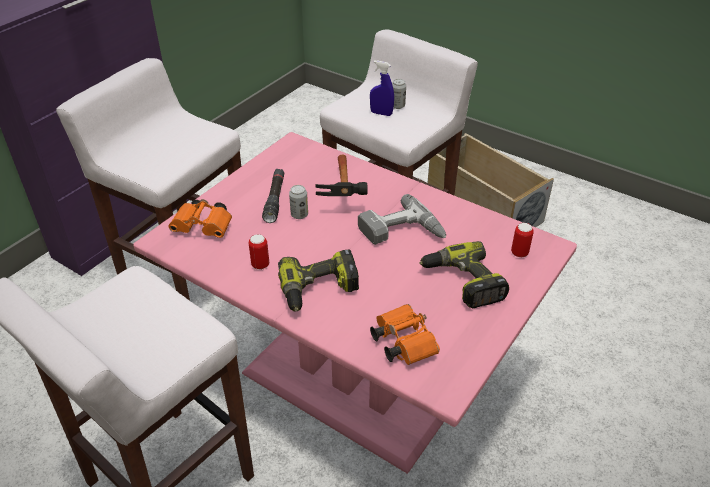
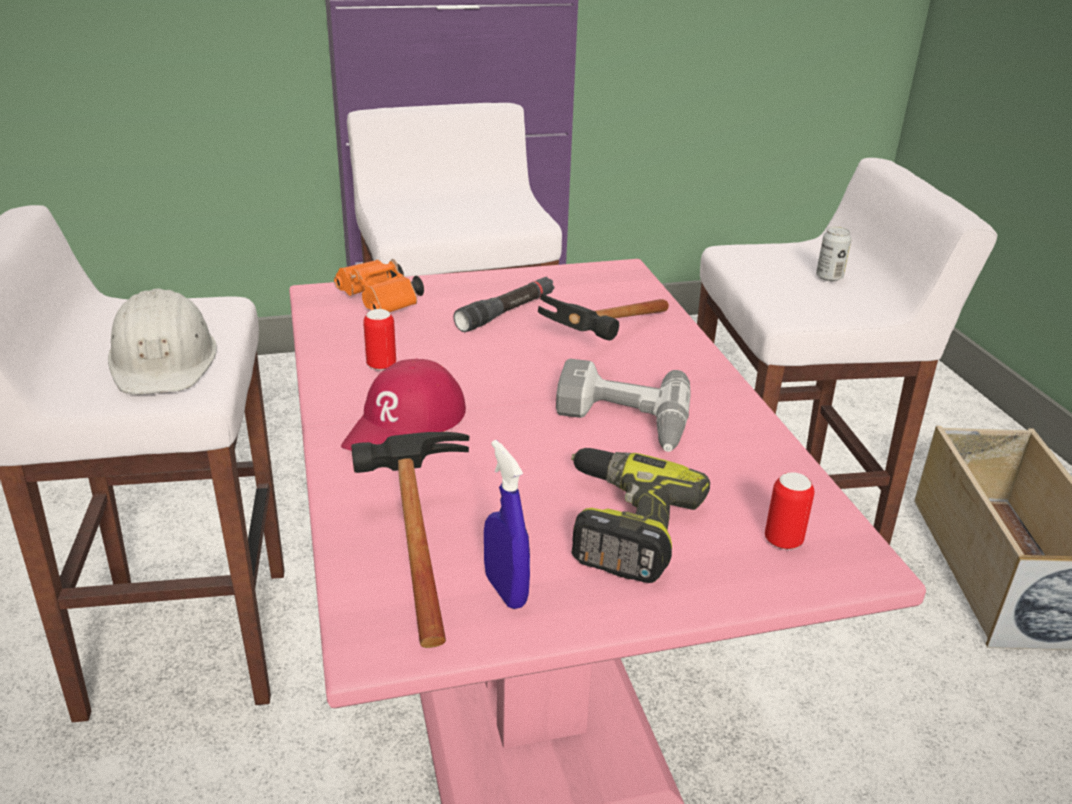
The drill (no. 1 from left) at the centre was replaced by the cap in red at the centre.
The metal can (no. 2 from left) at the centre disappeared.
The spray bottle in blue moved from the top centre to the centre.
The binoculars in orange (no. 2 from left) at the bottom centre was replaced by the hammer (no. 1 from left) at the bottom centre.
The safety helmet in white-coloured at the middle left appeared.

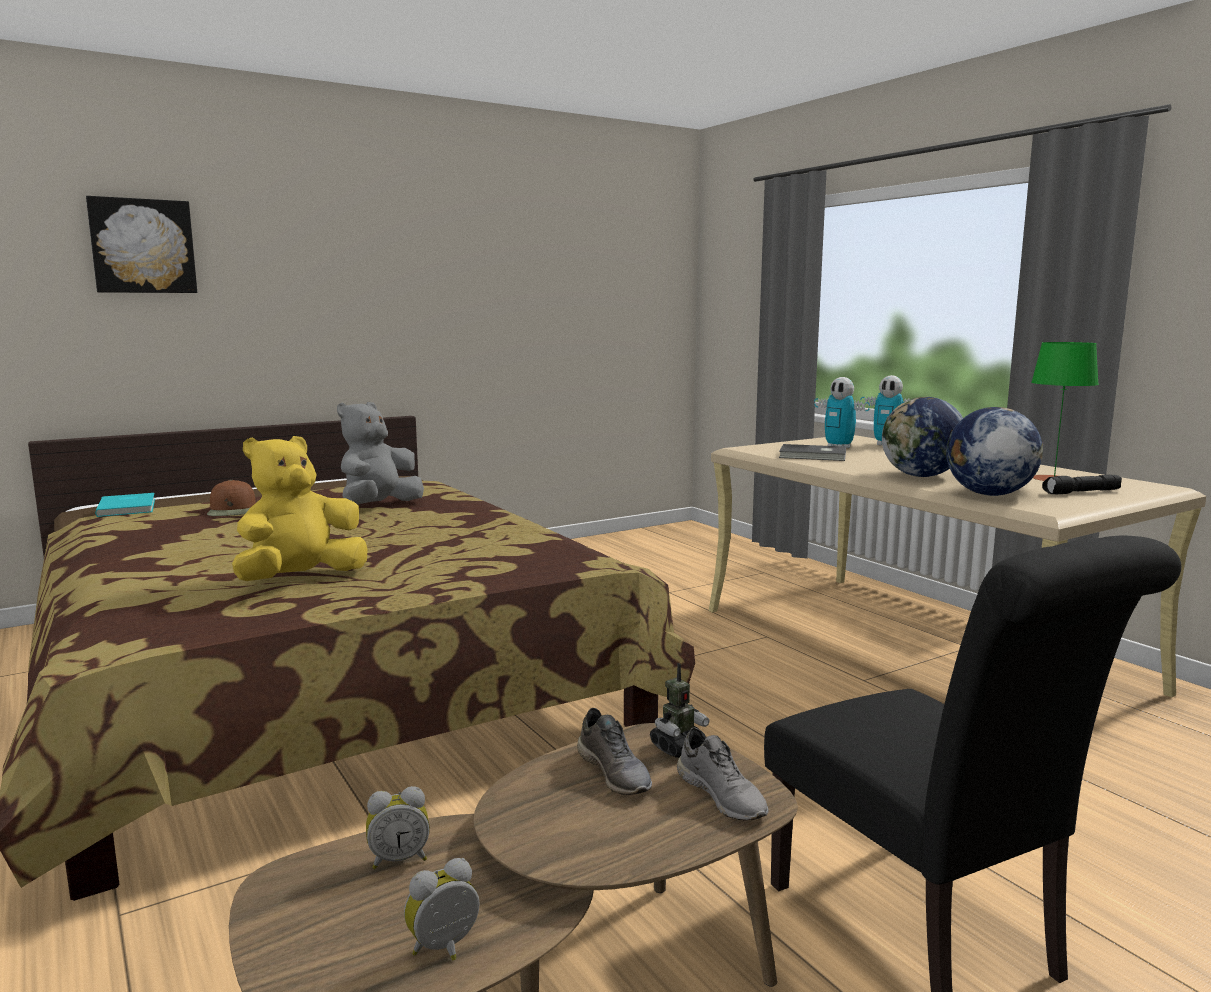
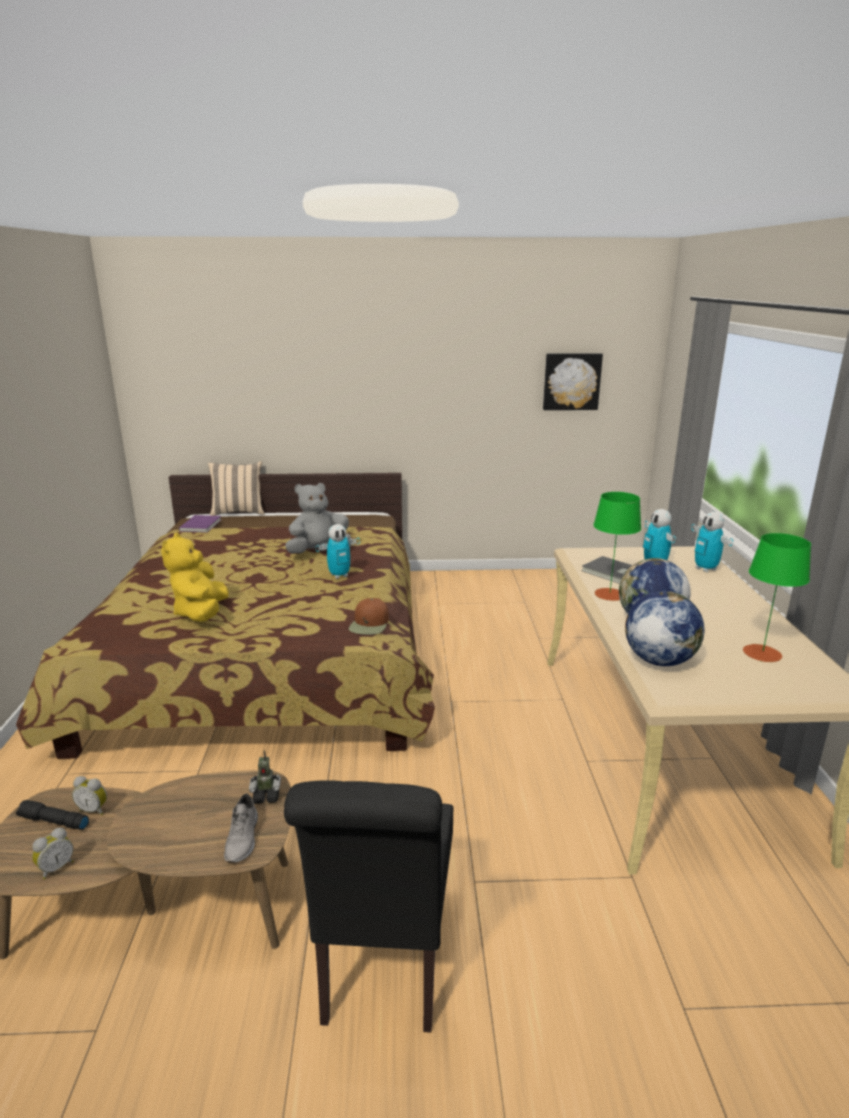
The picture moved from the top left to the middle right.
The bound book in turquoise-coloured at the middle left became the bound book in purple at the middle left.
The cap in brownish moved from the middle left to the centre.
The plush toy in yellow at the middle left turned 75 degrees counterclockwise.
The bedside clock (no. 2 from left in the first image) at the bottom centre turned 135 degrees clockwise.
The item of footwear in greyish (no. 1 from left) at the bottom centre disappeared.
The flashlight in blackish moved from the middle right to the bottom left.
The throw pillow in beige-coloured at the middle left appeared.
The robot figure (no. 2 from left) at the centre appeared.
The lamp for a table in green-coloured (no. 1 from left) at the middle right appeared.

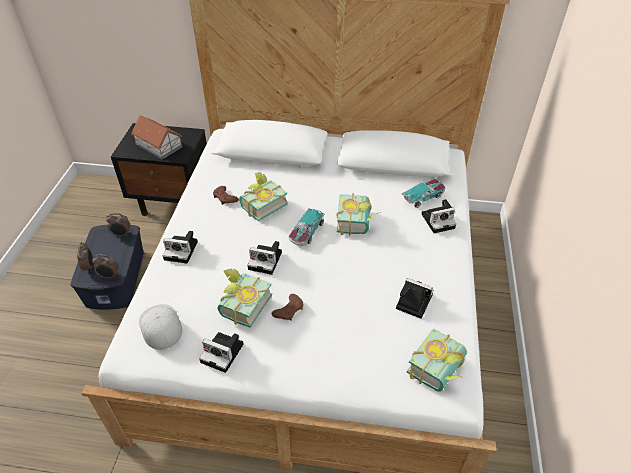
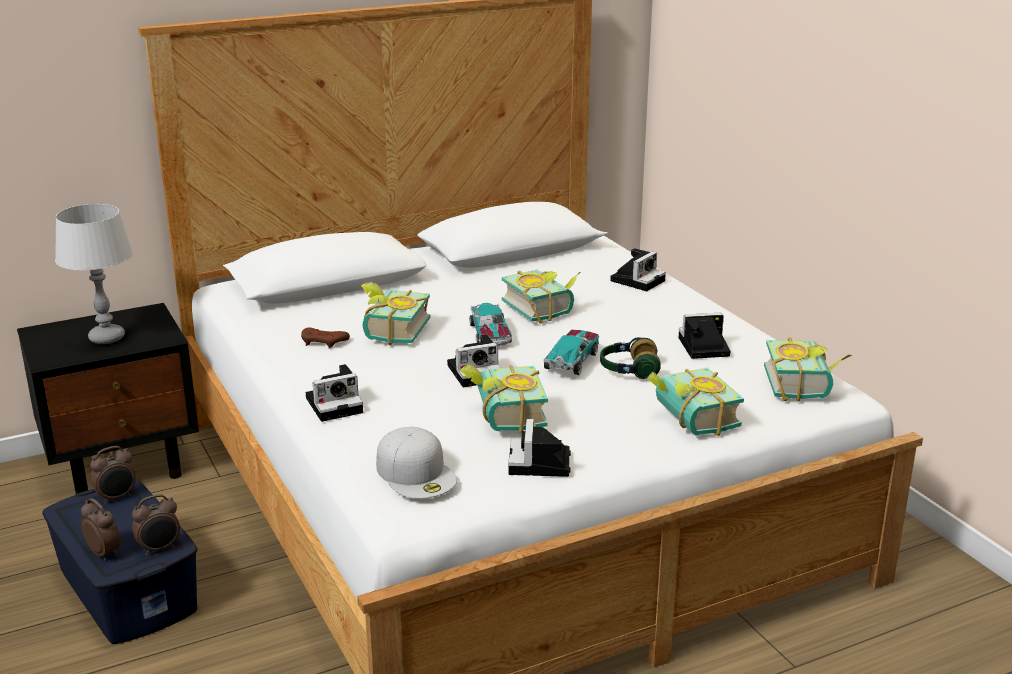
The miniature house at the top left was replaced by the lamp for a table in greyish at the middle left.
The cap in white-coloured at the bottom left turned 150 degrees counterclockwise.
The photo camera (no. 2 from left in the first image) at the bottom centre turned 105 degrees clockwise.
The game controller in brownish (no. 2 from left) at the centre disappeared.
The model car (no. 2 from left) moved from the middle right to the centre.
The headset at the centre appeared.
The bound book (no. 4 from left) at the middle right appeared.

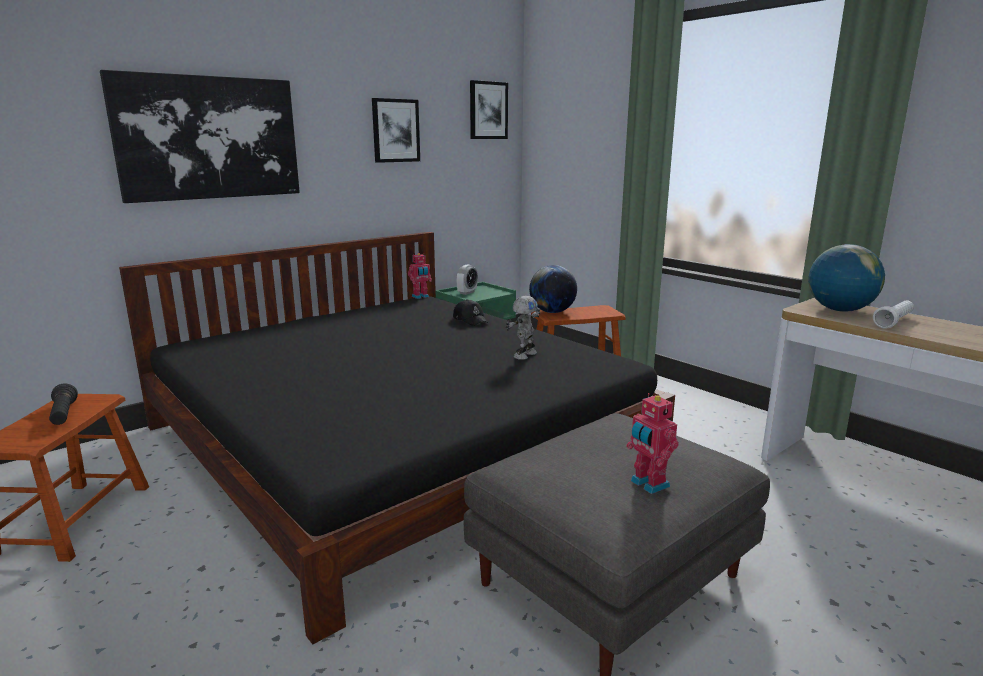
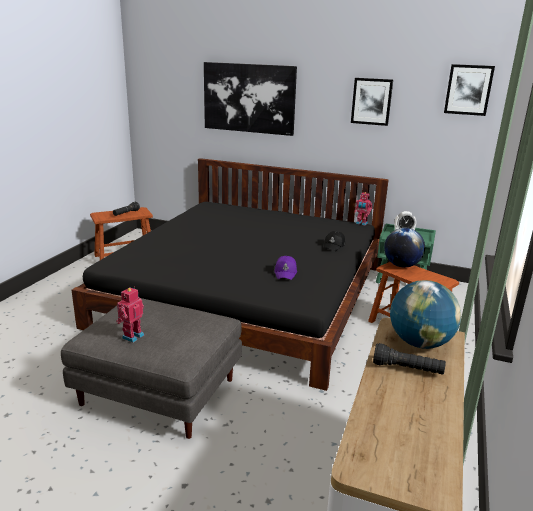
The robot figure (no. 2 from left) at the centre was replaced by the cap in purple at the centre.
The flashlight in white-coloured at the middle right became the flashlight in blackish (no. 2 from left) at the bottom right.

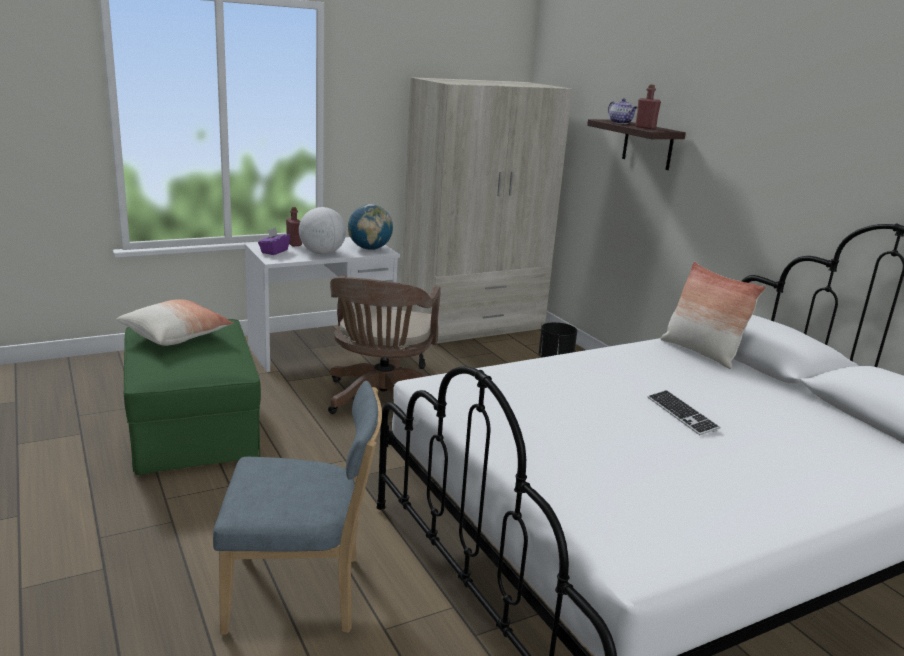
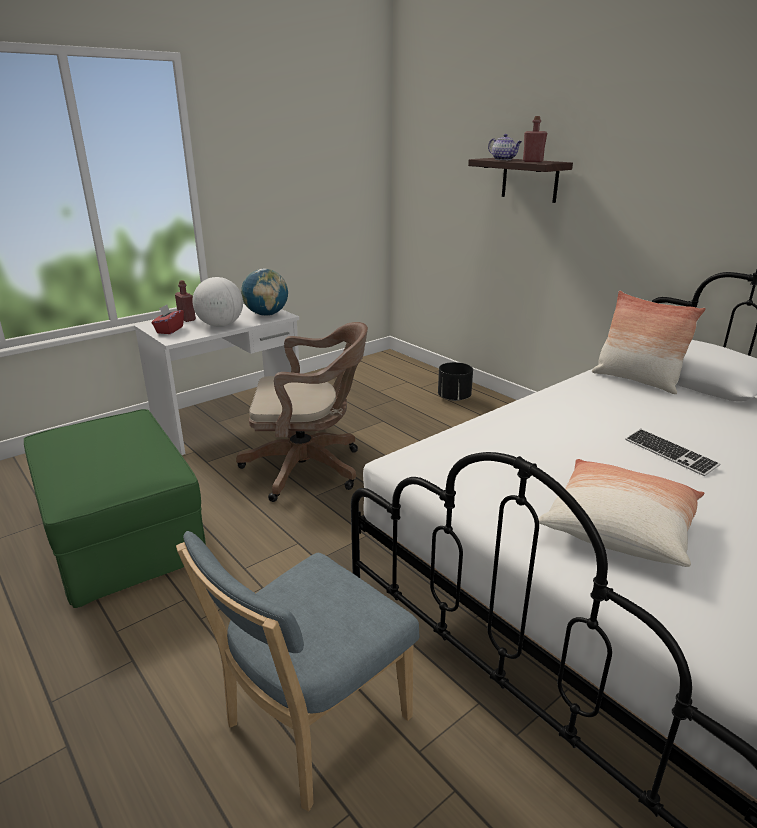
The throw pillow (no. 1 from left) moved from the middle left to the middle right.
The upright chair in blue at the bottom left turned 150 degrees clockwise.
The tissue box in purple at the middle left became the tissue box in red at the middle left.
The computer chair in brownish at the centre turned 90 degrees counterclockwise.
The armoire in beige-coloured at the top centre disappeared.

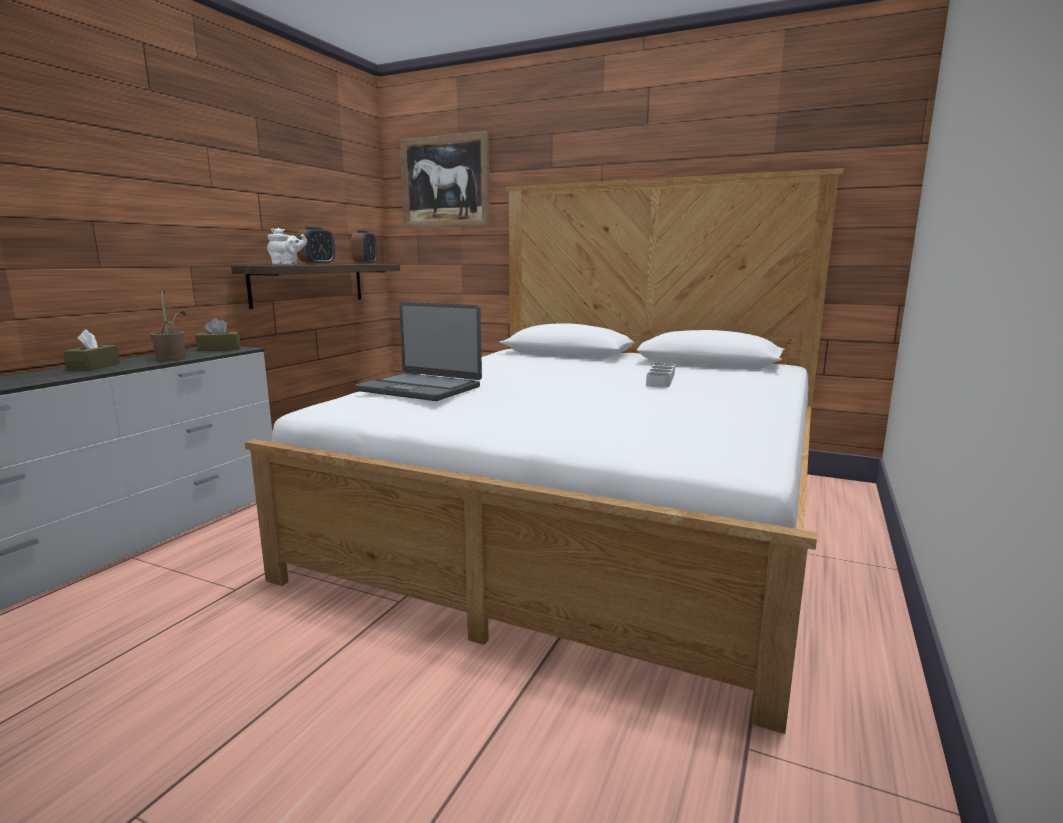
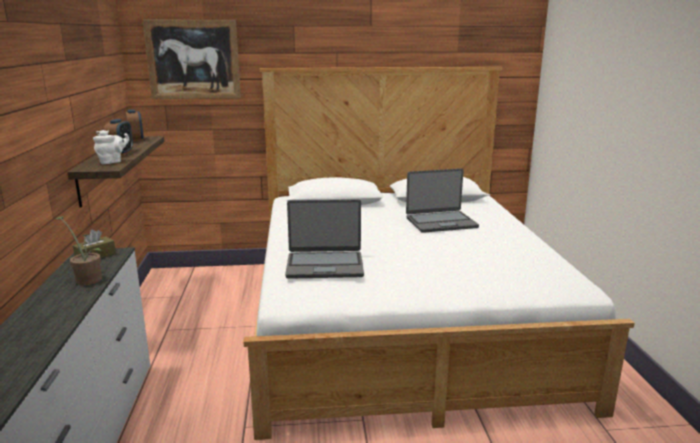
The tissue box in brownish (no. 1 from left) at the middle left disappeared.
The serving tray in greyish at the centre was replaced by the notebook computer (no. 2 from left) at the centre.

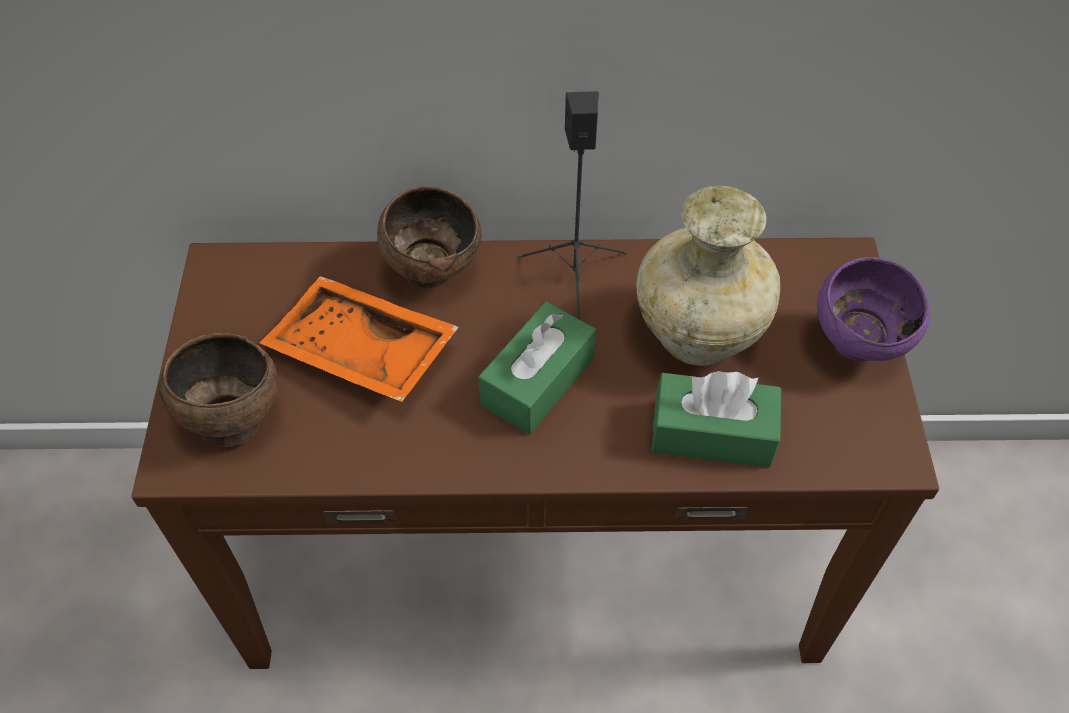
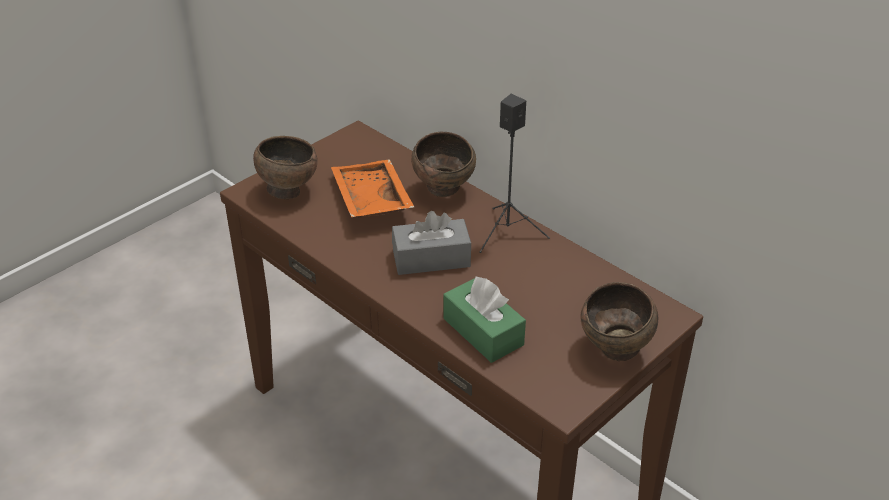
The tissue box in green-coloured (no. 1 from left) at the centre became the tissue box in greyish at the centre.
The decorative vase in beige-coloured at the centre disappeared.
The bowl in purple at the middle right became the bowl in brownish (no. 3 from left) at the middle right.

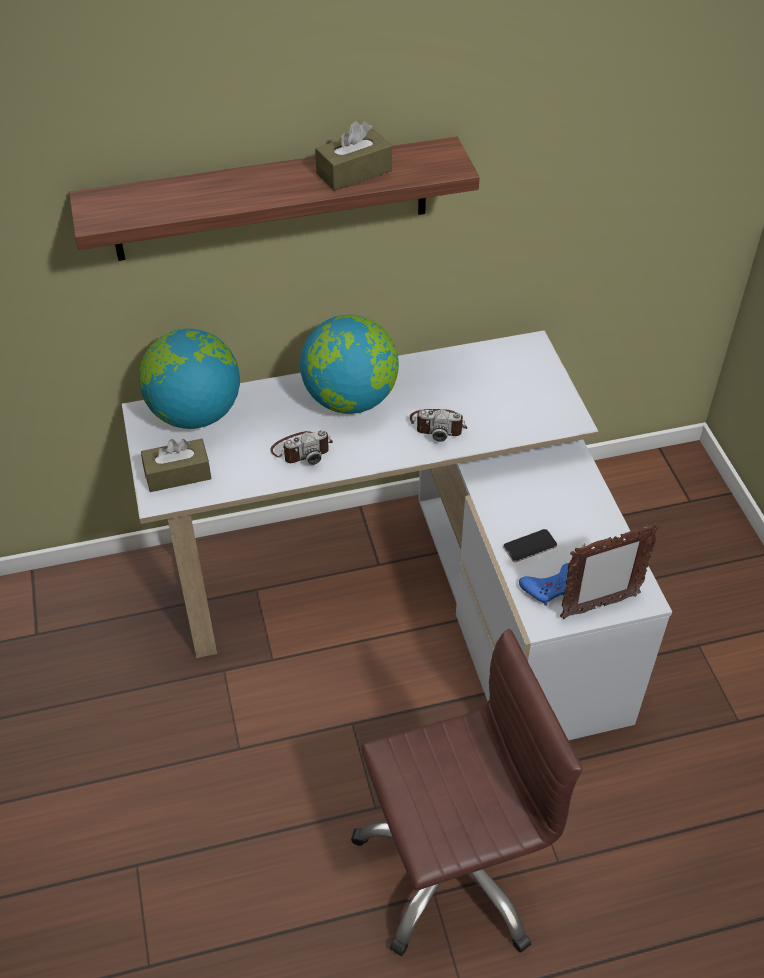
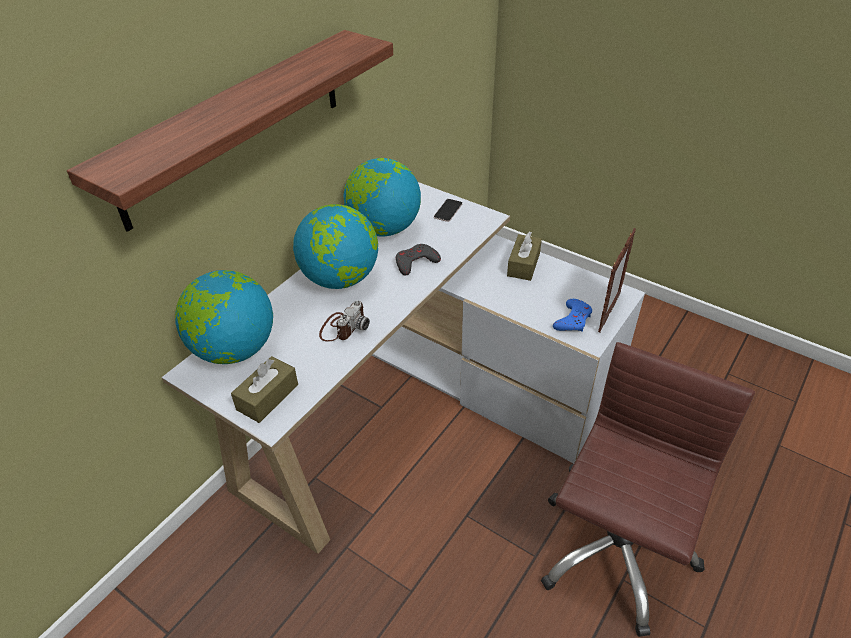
The tissue box in brownish (no. 2 from left) moved from the top centre to the centre.
The photo camera (no. 2 from left) at the centre was replaced by the game controller in greyish at the centre.
The phone moved from the middle right to the top centre.
The desk globe (no. 3 from left) at the top centre appeared.

